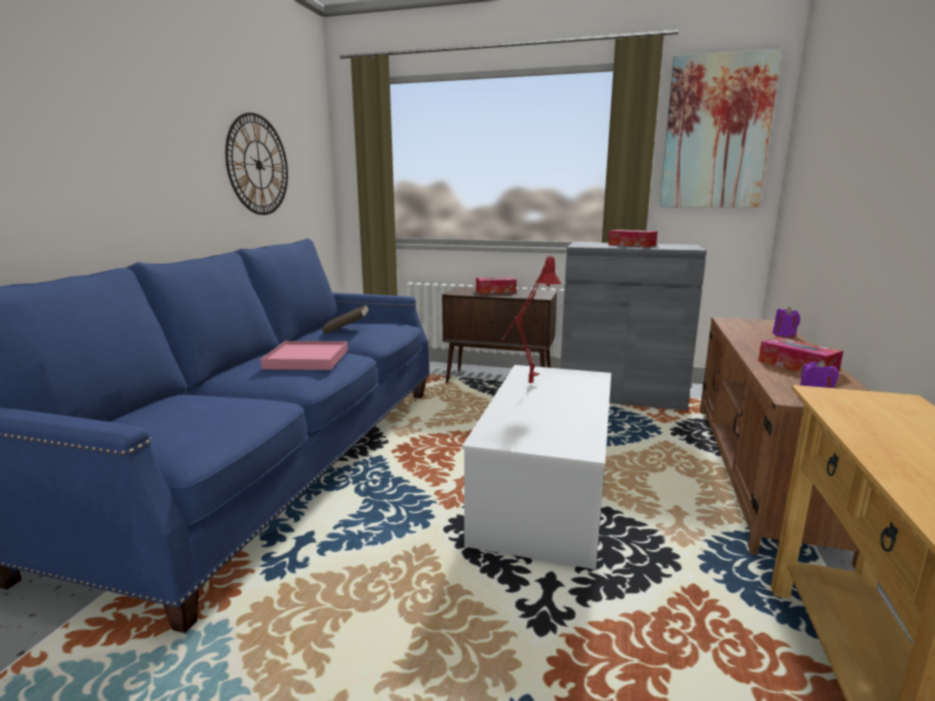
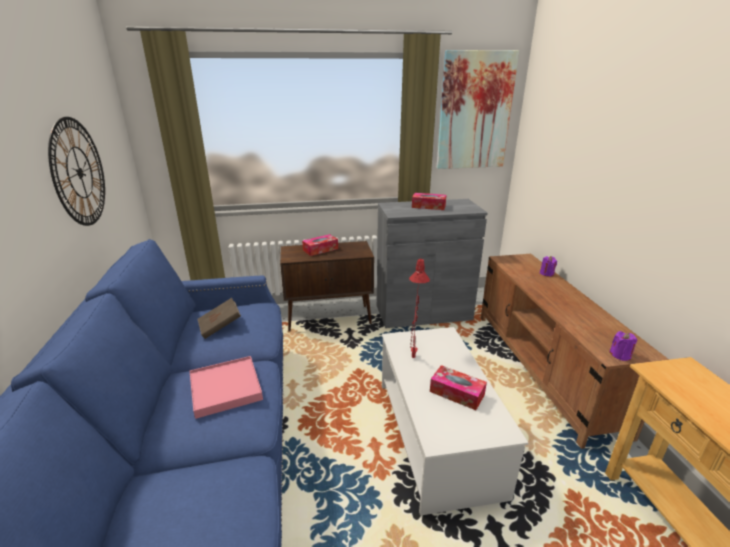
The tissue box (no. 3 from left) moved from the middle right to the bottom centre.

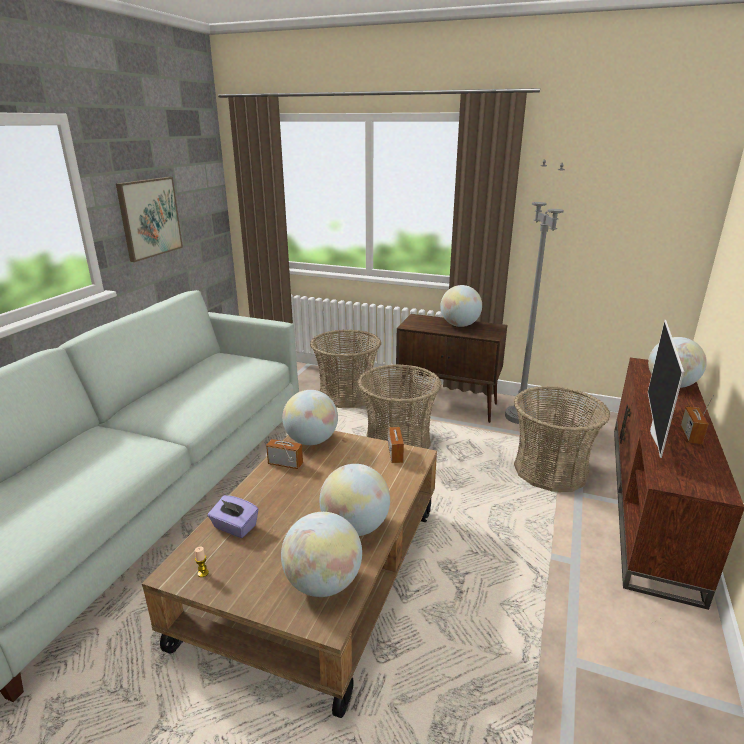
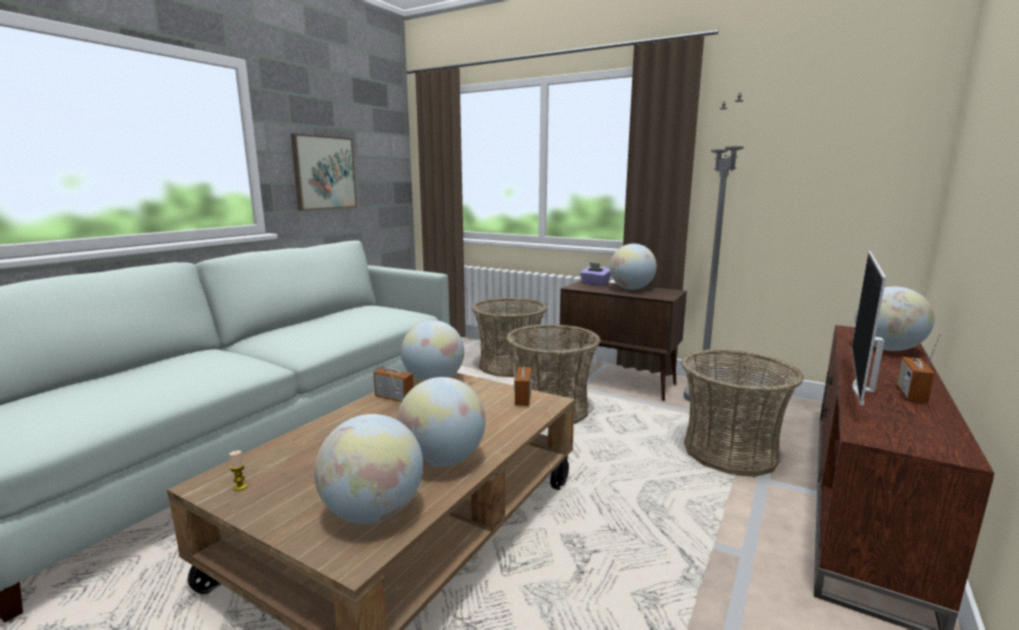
The tissue box in purple moved from the bottom left to the centre.

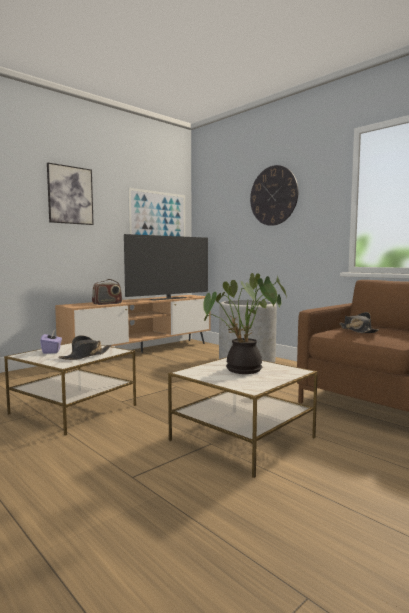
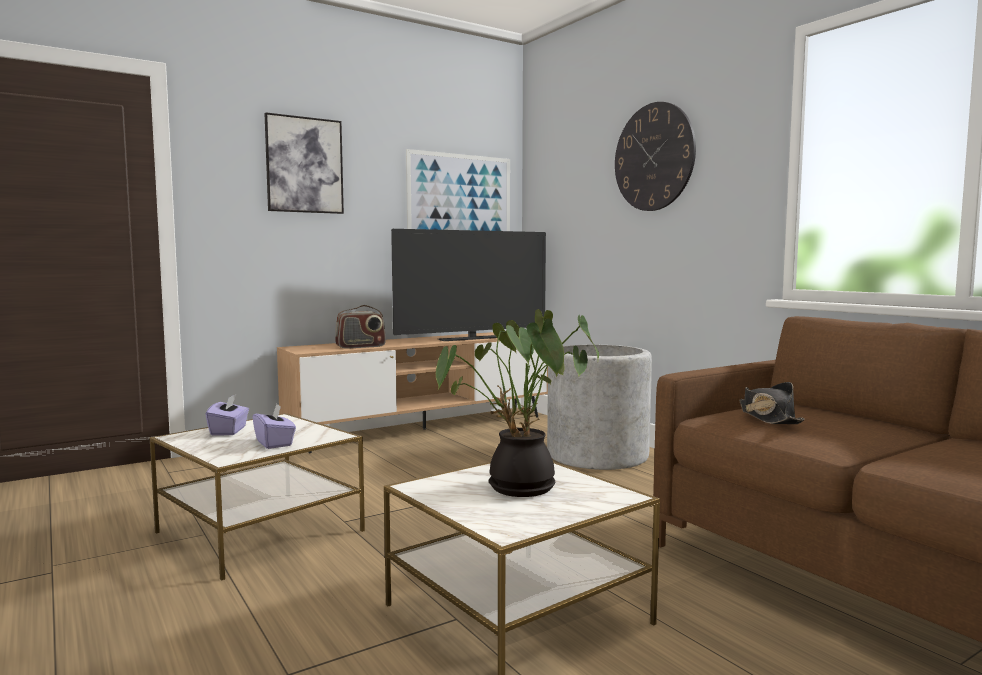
The clothing hat in blackish (no. 1 from left) at the middle left was replaced by the tissue box in purple (no. 2 from left) at the middle left.

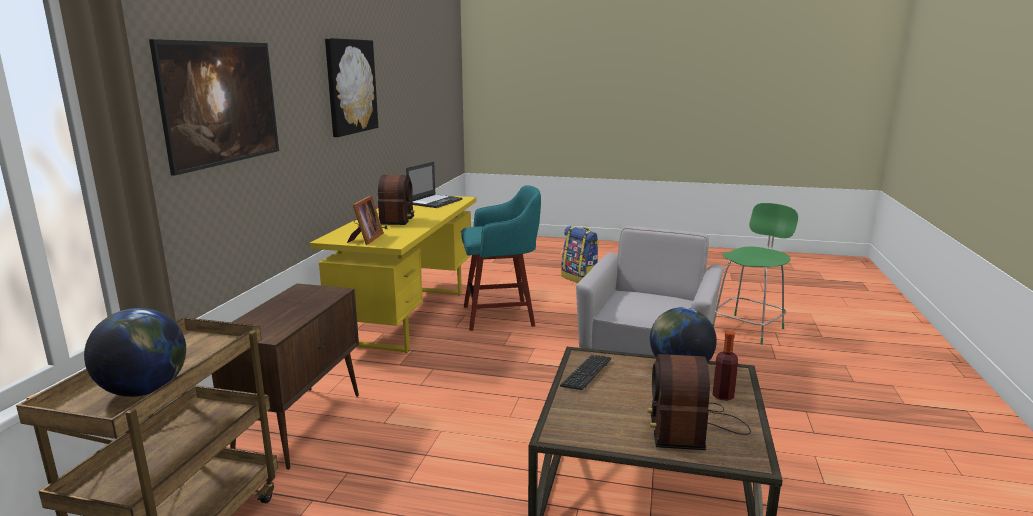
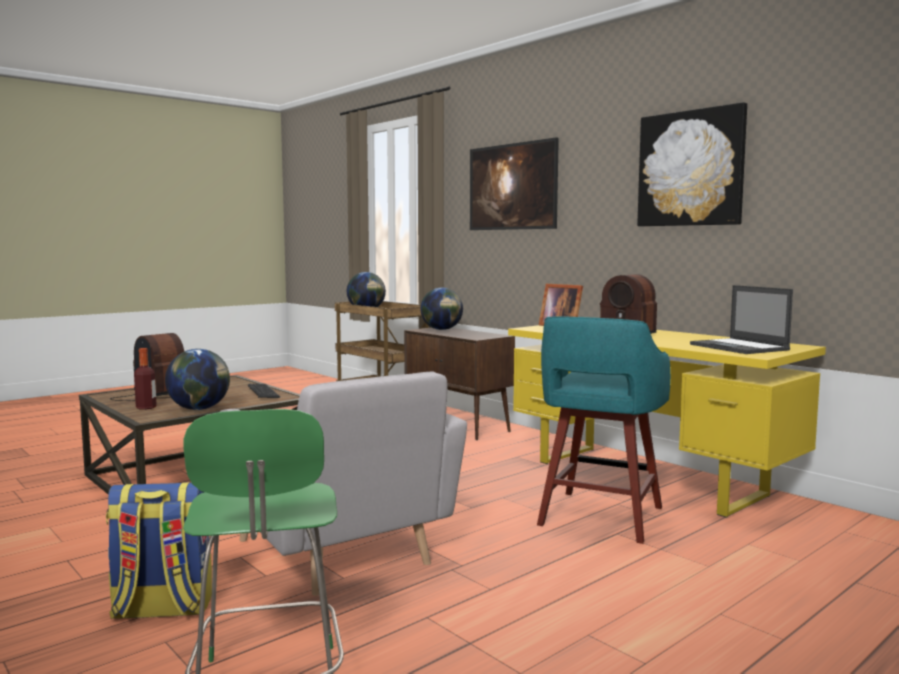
The backpack moved from the centre to the bottom left.
The desk globe (no. 3 from left) at the centre appeared.

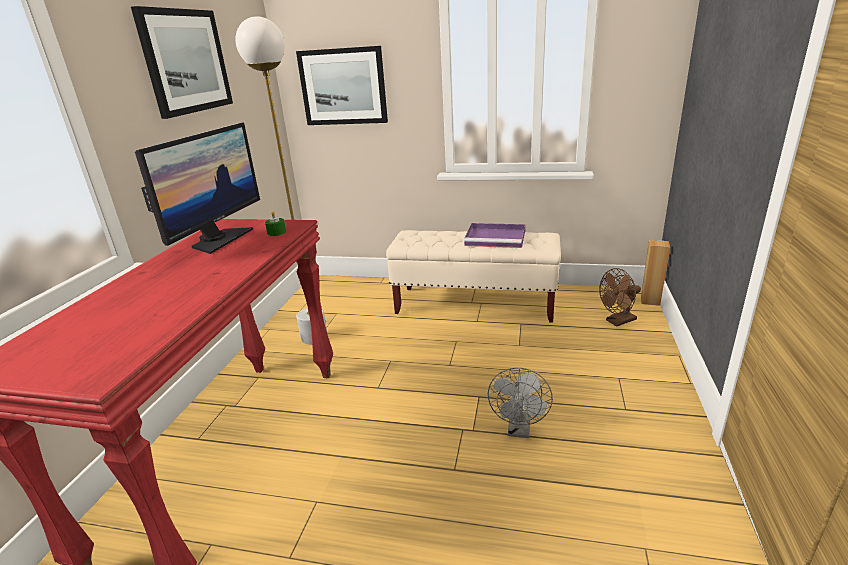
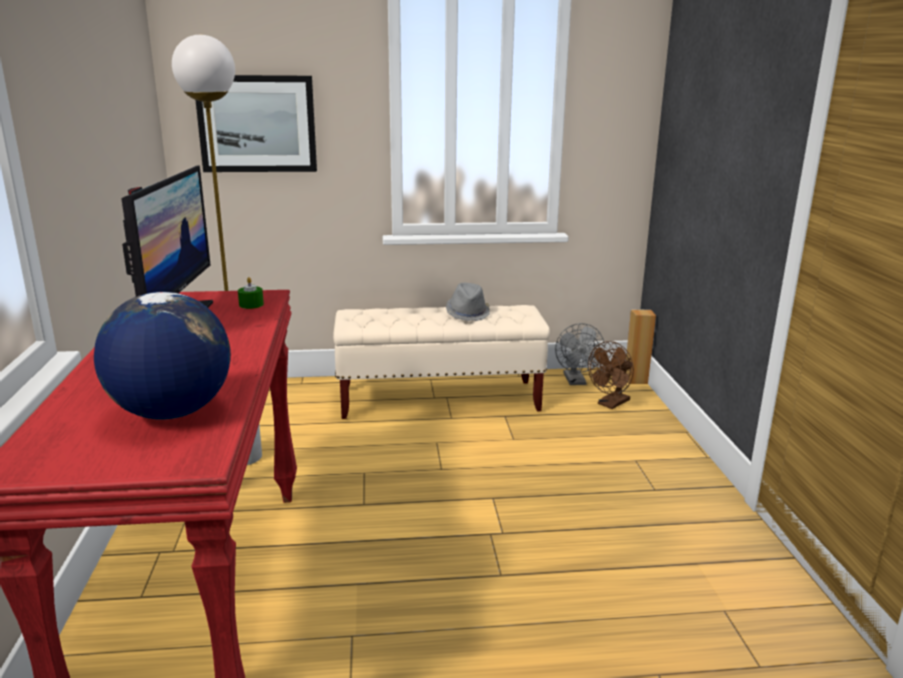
The picture (no. 1 from left) at the top left disappeared.
The serving tray in purple at the centre was replaced by the clothing hat in greyish at the centre.
The fan in greyish moved from the bottom centre to the centre.
The desk globe at the middle left appeared.

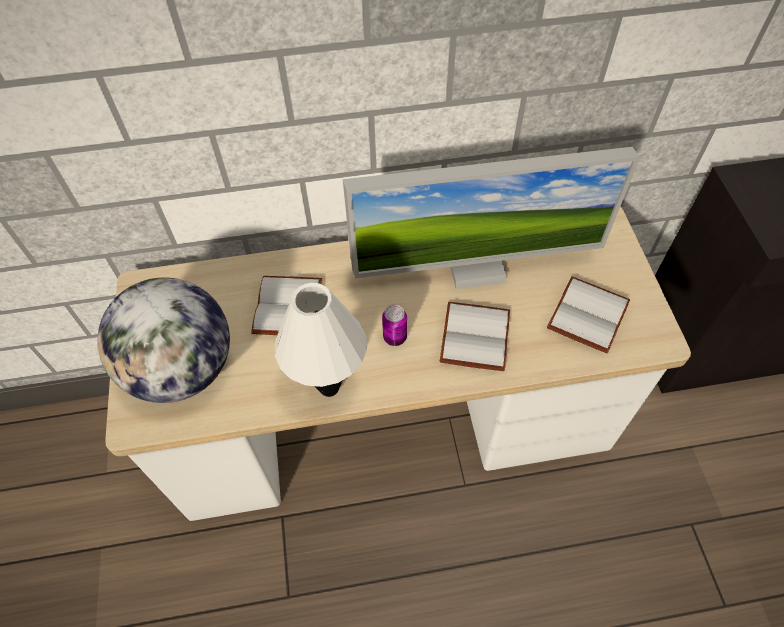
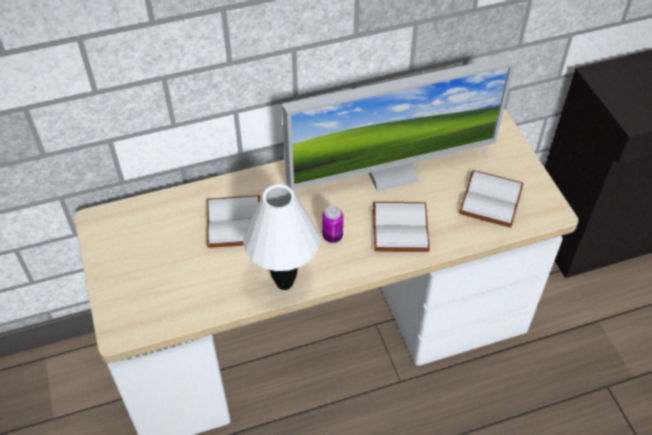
The desk globe at the middle left disappeared.

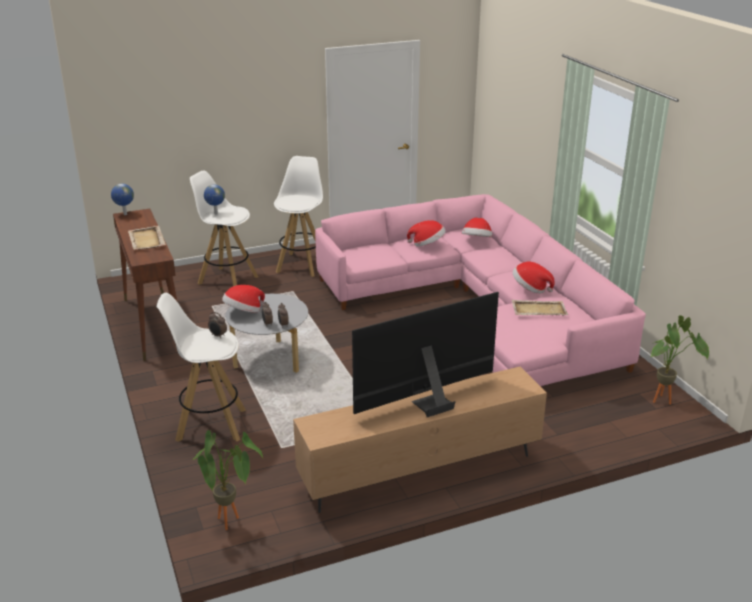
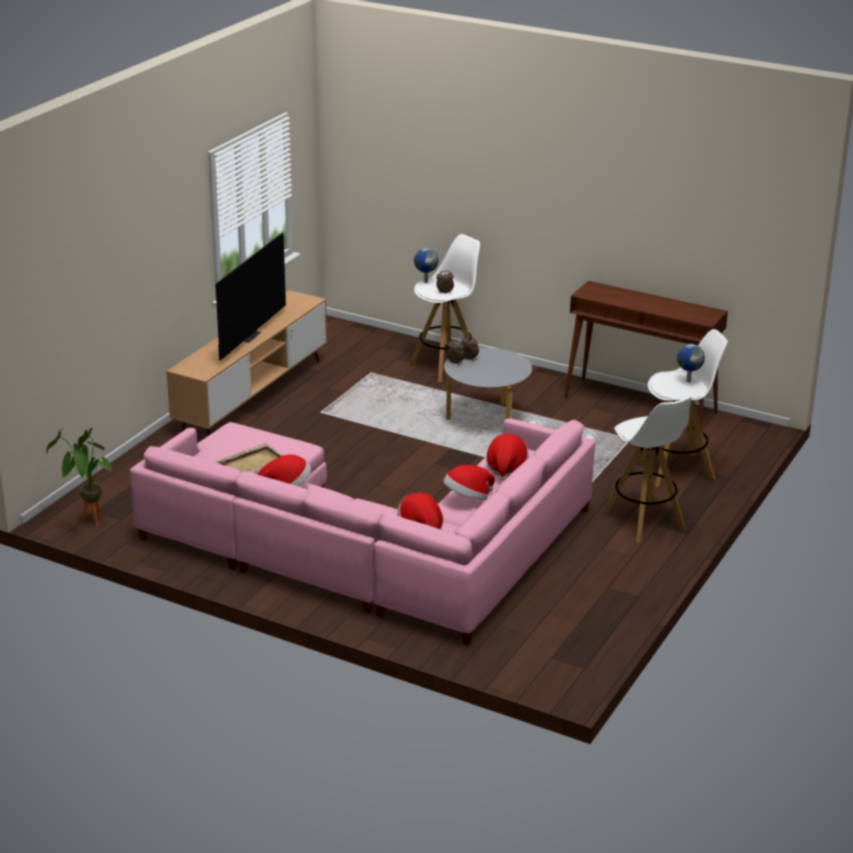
The desk globe (no. 1 from left) moved from the top left to the top centre.
The serving tray in beige-coloured (no. 1 from left) at the middle left disappeared.
The houseplant (no. 1 from left) at the bottom left disappeared.
The clothing hat (no. 1 from left in the first image) moved from the middle left to the centre.

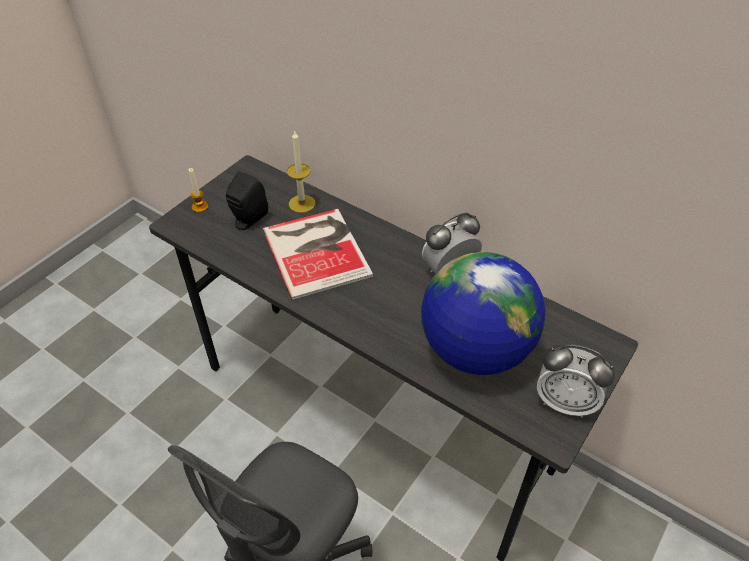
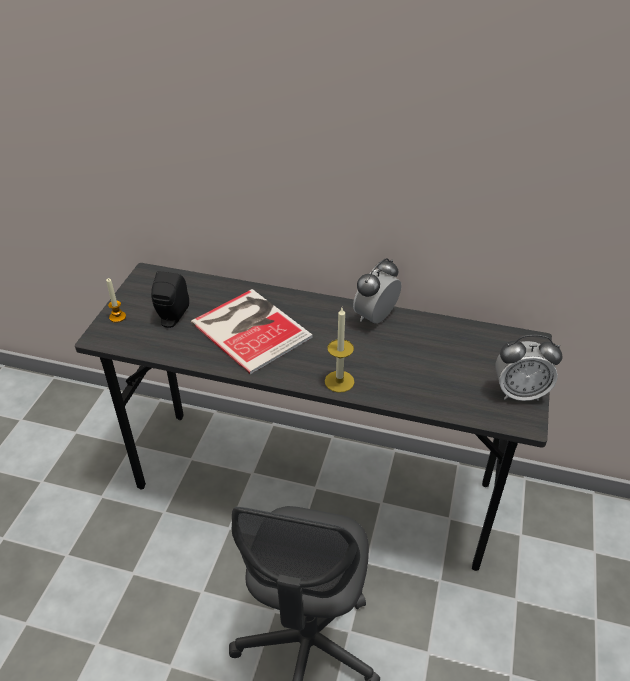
The wax light (no. 2 from left) moved from the top centre to the centre.
The desk globe at the centre disappeared.

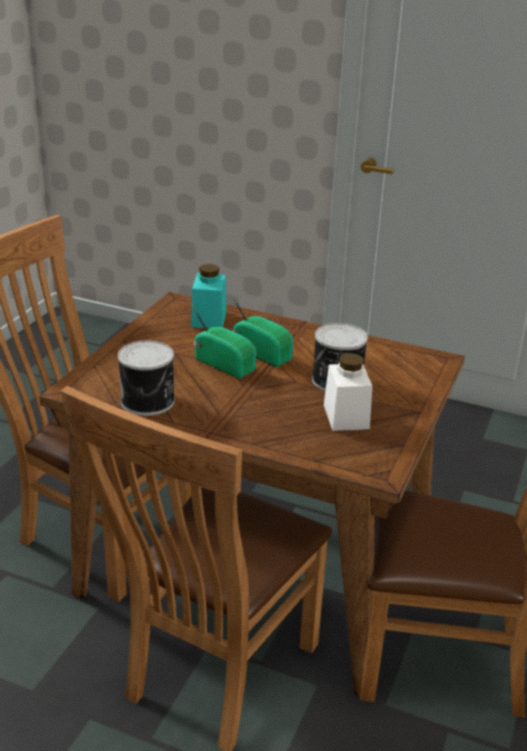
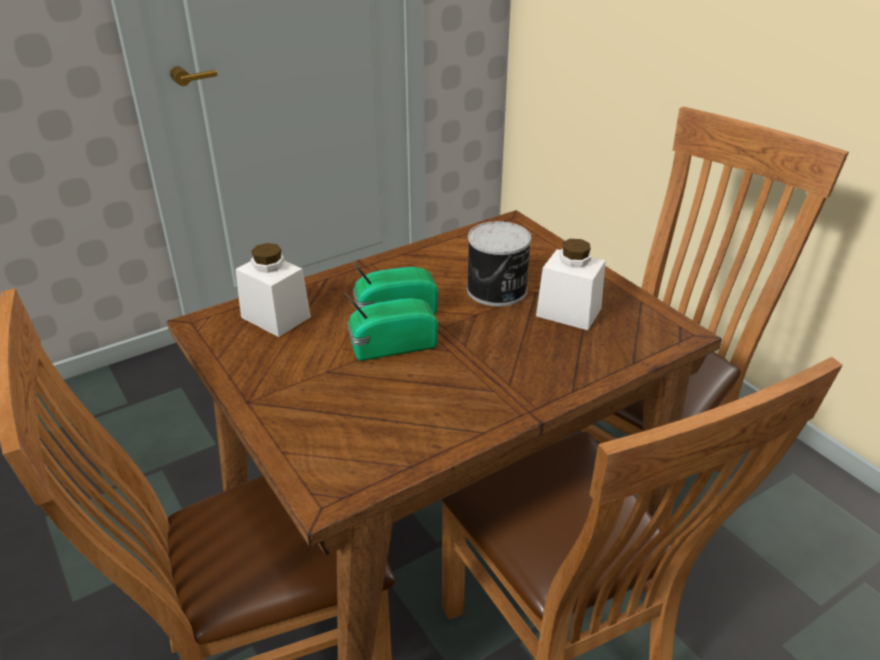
The metal can (no. 1 from left) at the middle left disappeared.
The preserve jar in turquoise-coloured at the centre became the preserve jar in white-coloured (no. 1 from left) at the middle left.

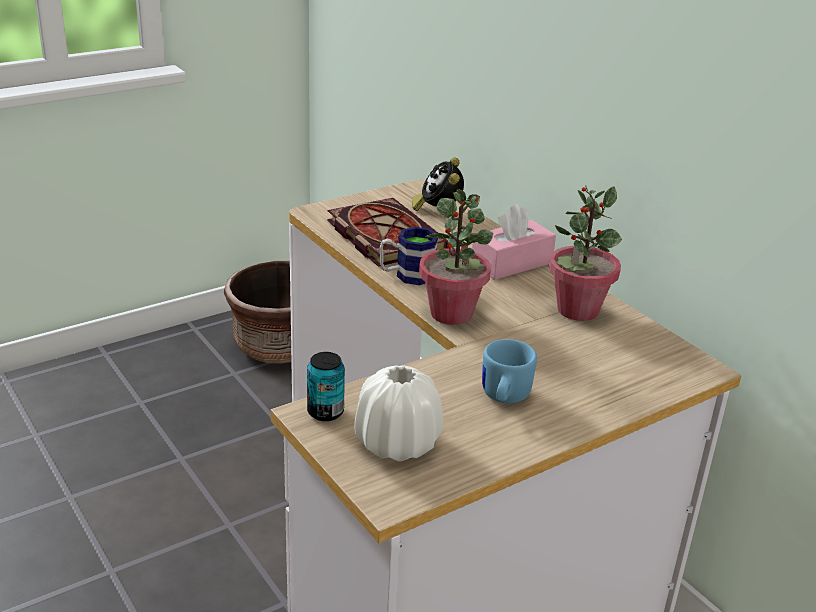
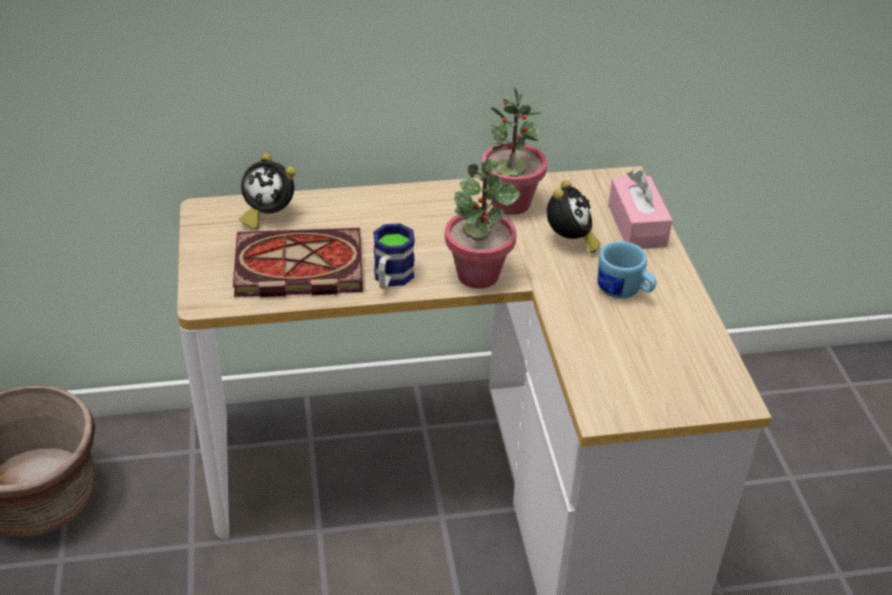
The metal can at the centre disappeared.
The decorative vase in white-coloured at the bottom centre disappeared.
The tissue box in pinkish moved from the centre to the middle right.
The bedside clock (no. 2 from left) at the centre appeared.

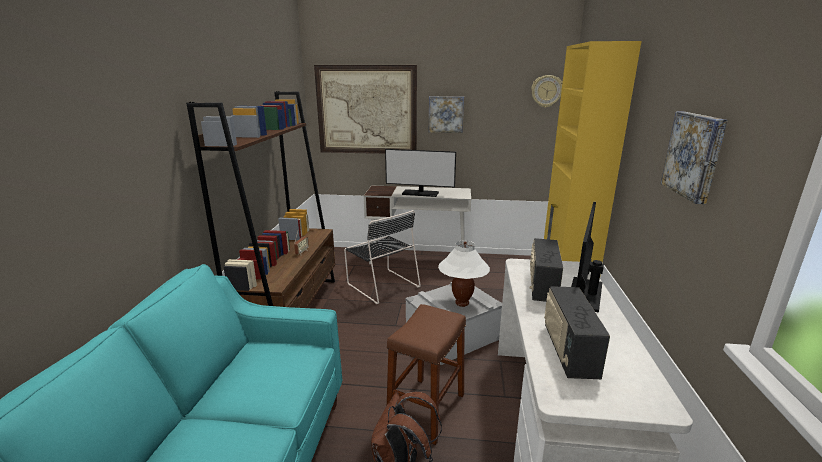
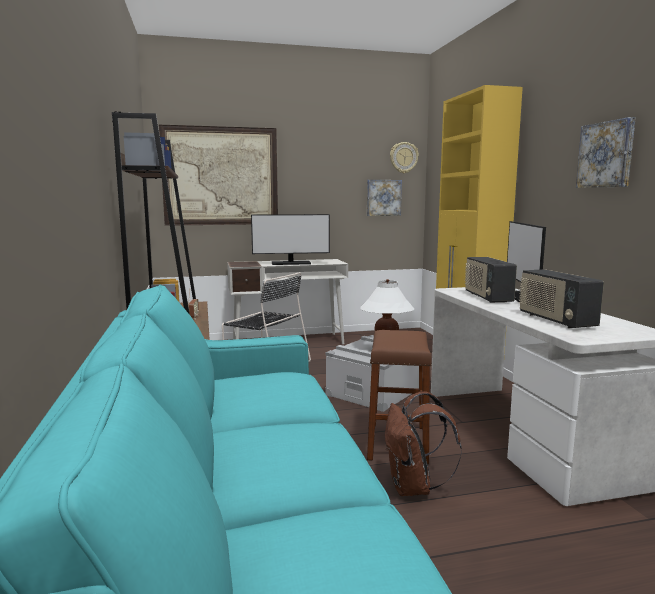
The picture (no. 2 from left) moved from the top centre to the centre.

